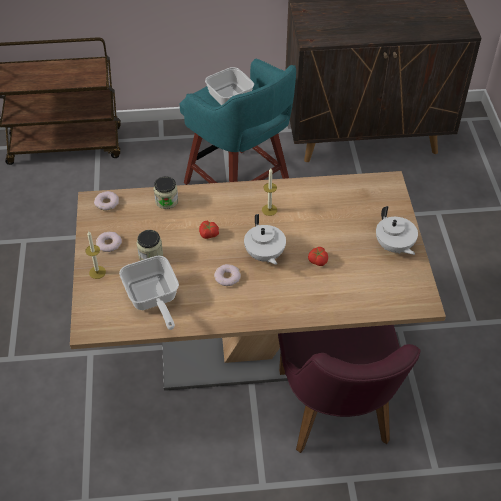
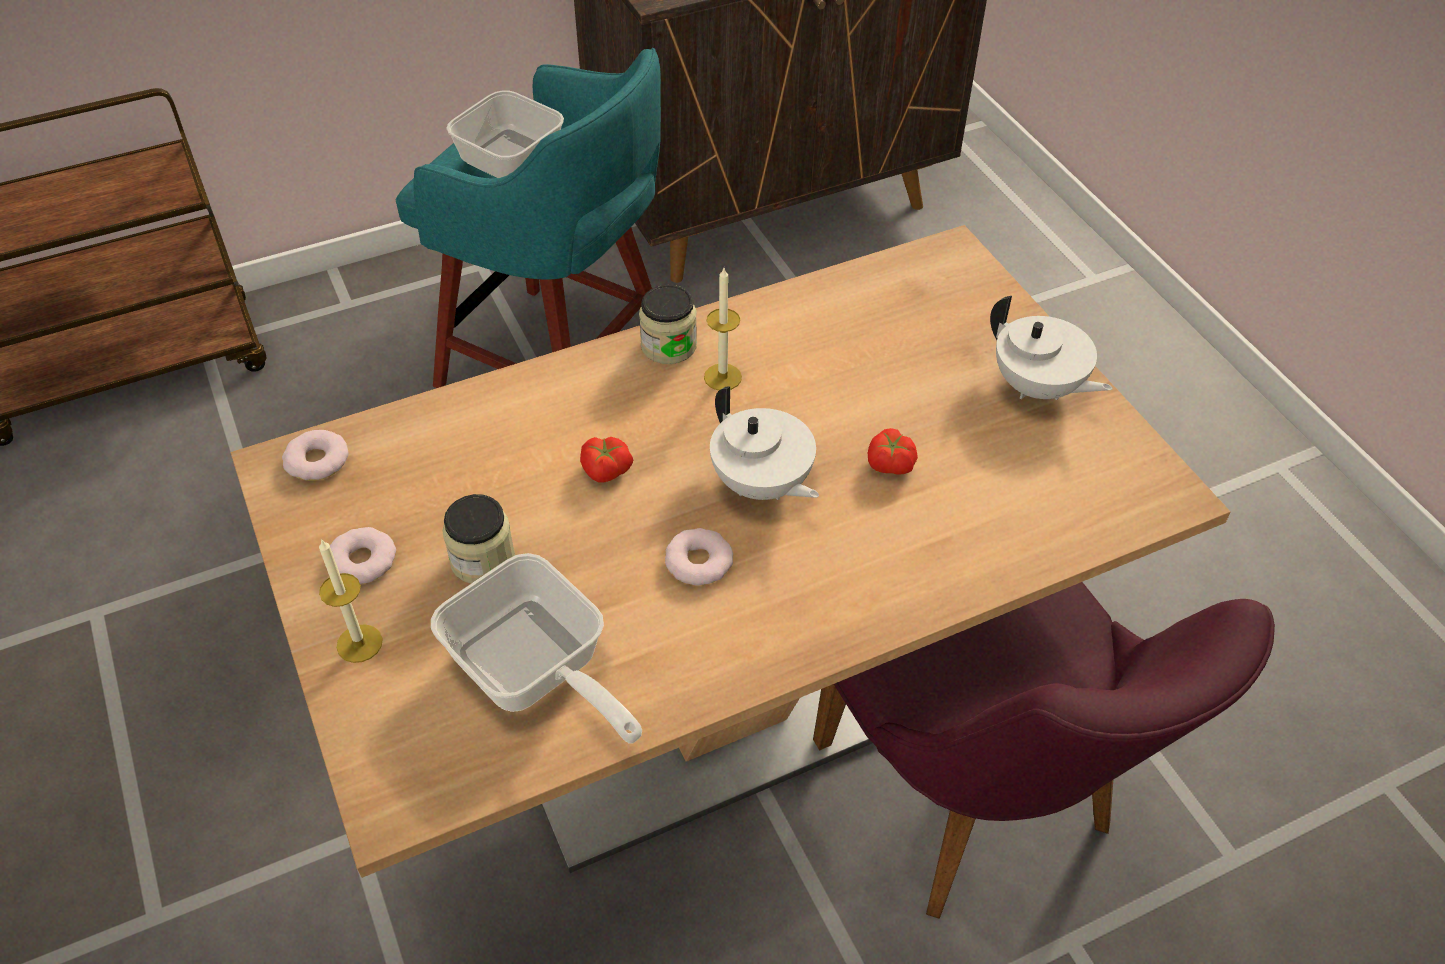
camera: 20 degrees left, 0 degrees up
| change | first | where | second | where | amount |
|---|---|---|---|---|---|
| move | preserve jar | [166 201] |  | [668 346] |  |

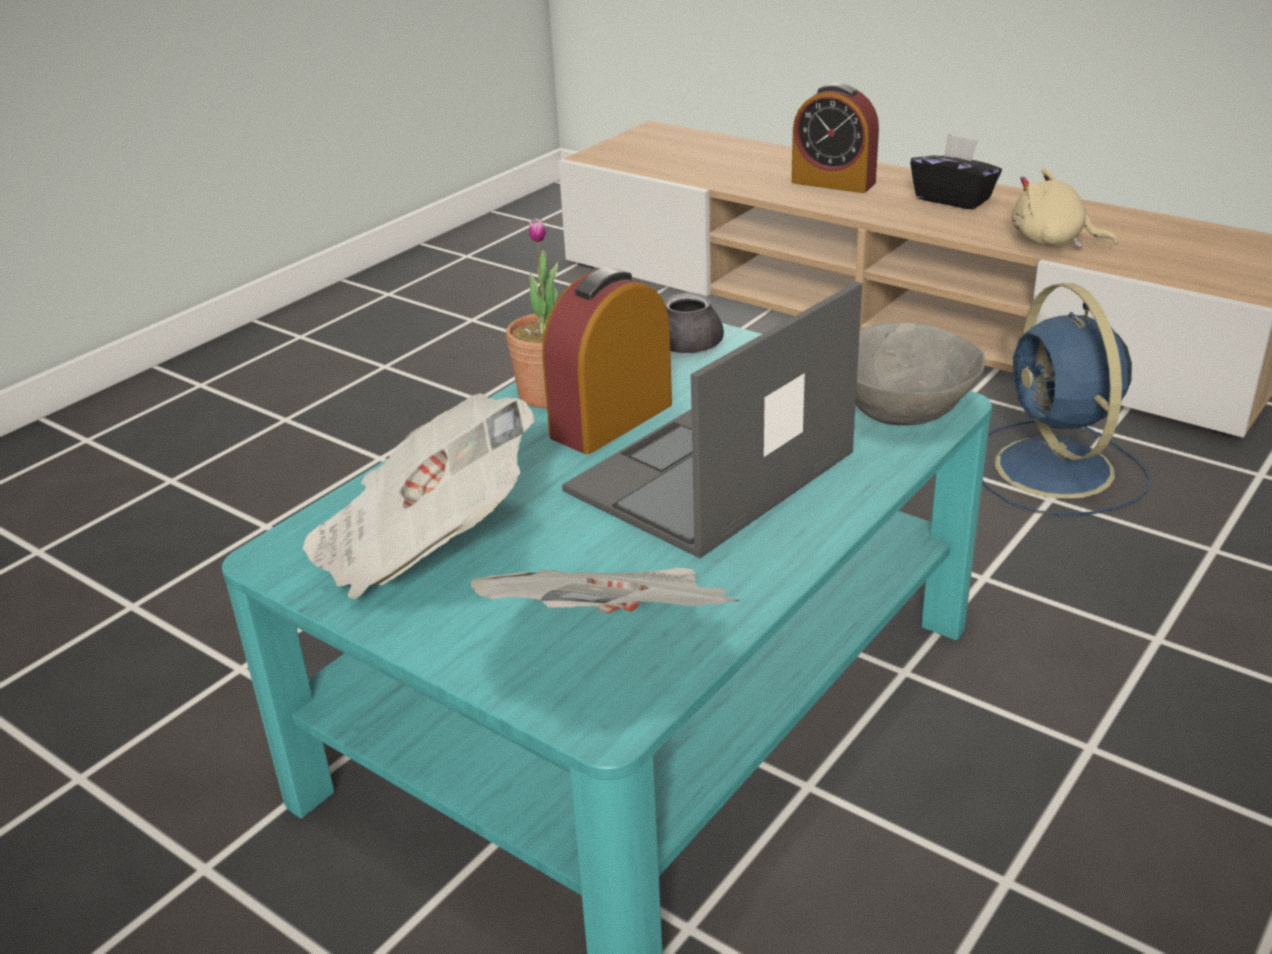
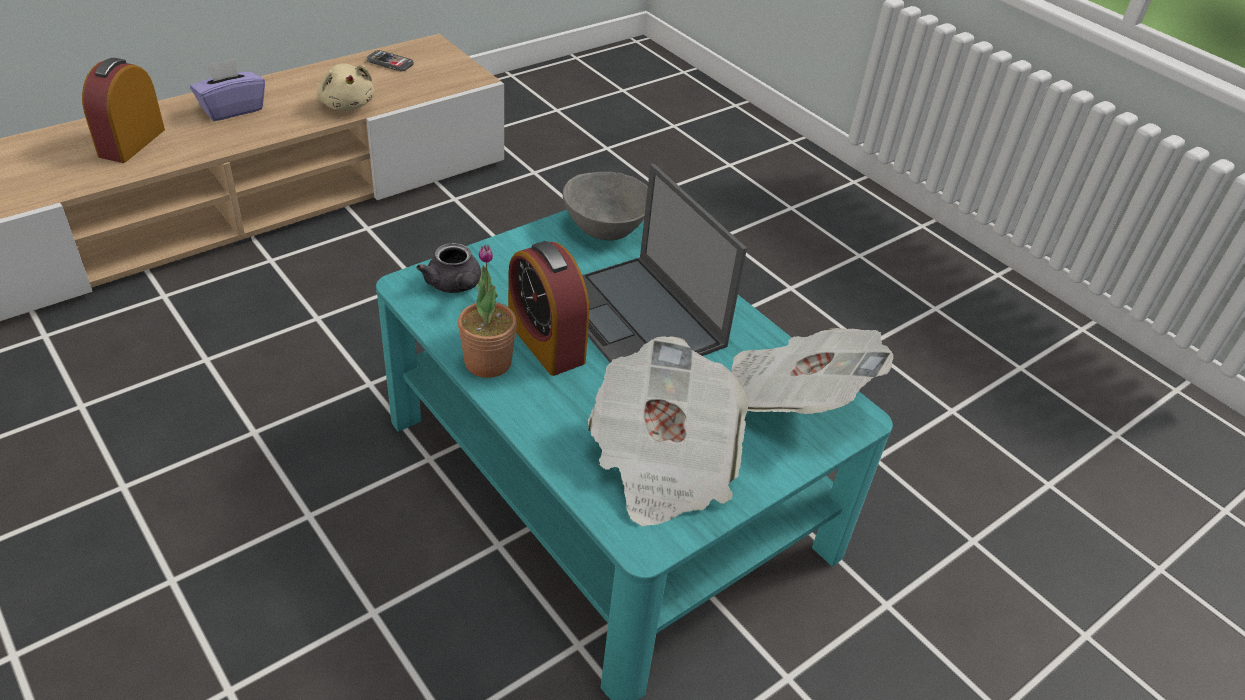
camera: 80 degrees left, 10 degrees up
| change | first | where | second | where | amount |
|---|---|---|---|---|---|
| rotate | alarm clock | [833 182] |  | [132 142] | 150 degrees clockwise |
| recolor | black-coloured tissue holder | [953 199] | purplish tissue holder | [232 109] |  |
| rotate | sand-coloured soft toy | [1052 242] |  | [347 104] | 75 degrees counterclockwise |
| insert |  |  | handset | [390 62] |  |
| delete | bluish electric fan | [1056 471] |  |  |  |

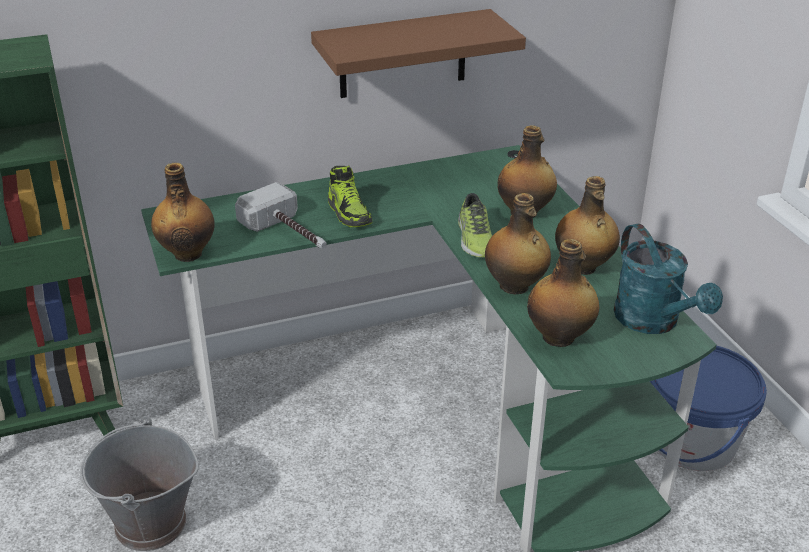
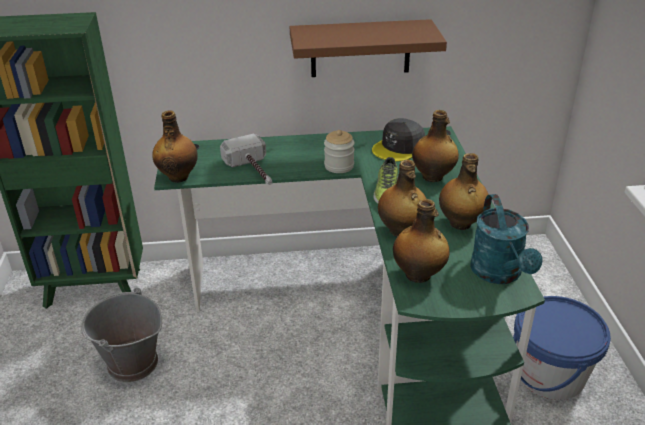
camera: 15 degrees right, 0 degrees up
| change | first | where | second | where | amount |
|---|---|---|---|---|---|
| insert |  |  | preserve jar | [339 166] |  |
| insert |  |  | gray peaked cap | [399 147] |  |
| delete | shoe | [349 213] |  |  |  |

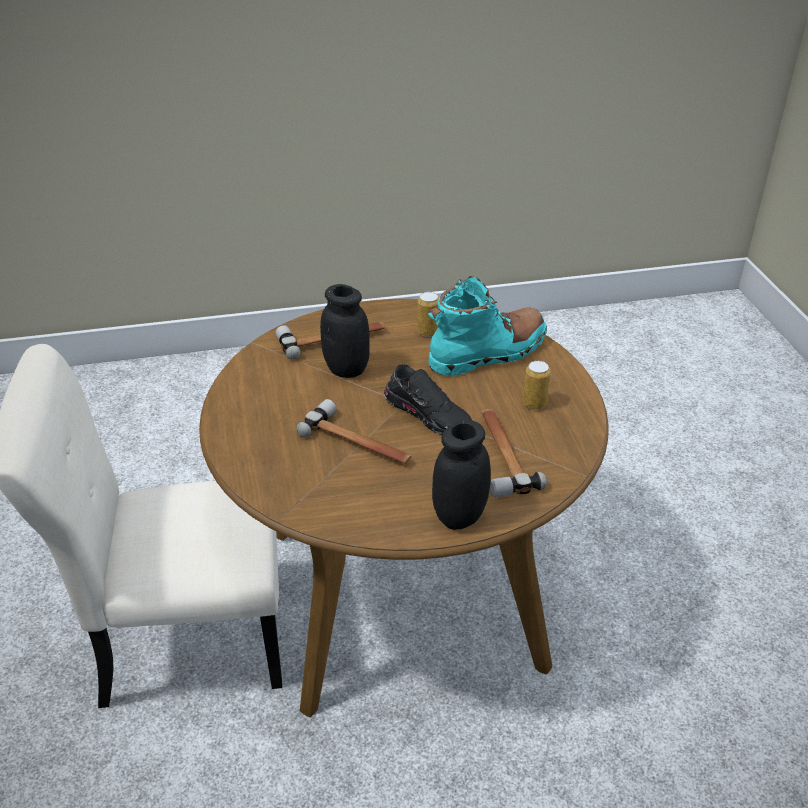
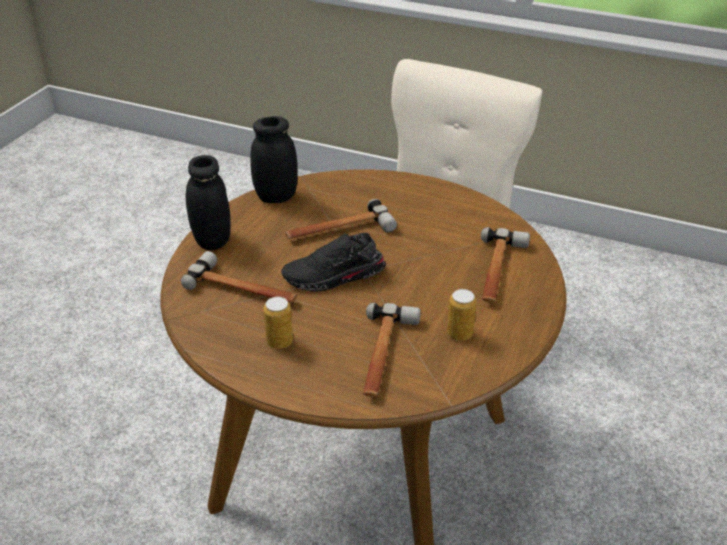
camera: 125 degrees right, 0 degrees up
| change | first | where | second | where | amount |
|---|---|---|---|---|---|
| move | black-coloured preserve jar | [346 369] |  | [276 196] |  |
| replace | blue-green boot | [488 353] | hammer | [384 355] |  |

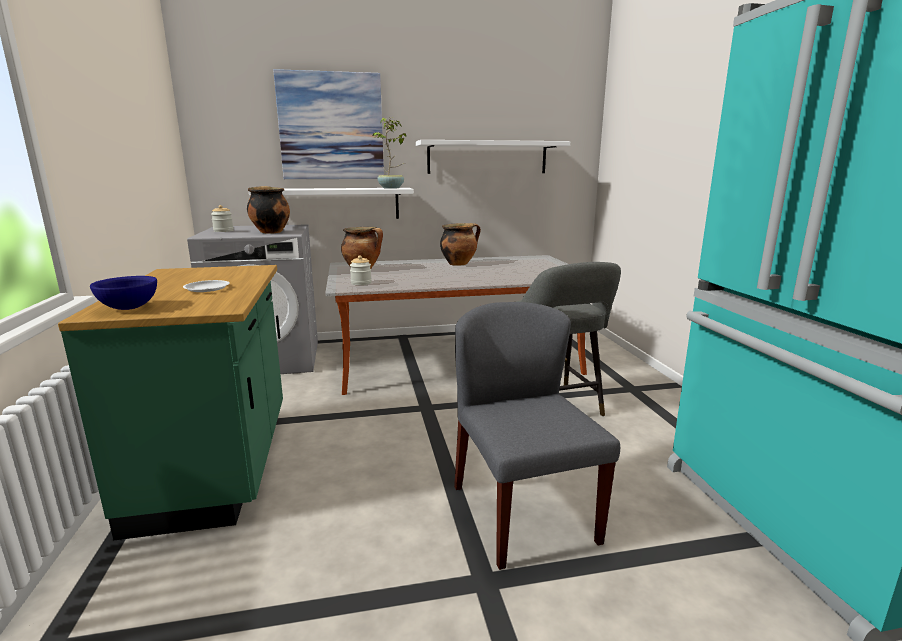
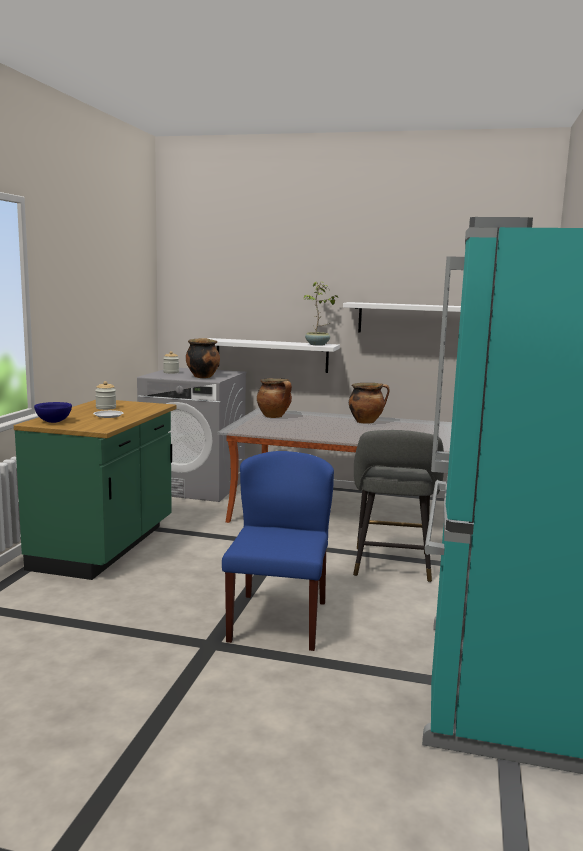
camera: 25 degrees right, 5 degrees down
| change | first | where | second | where | amount |
|---|---|---|---|---|---|
| move | preserve jar | [361 283] |  | [106 408] |  |
| recolor | gray plain chair | [522 512] | bluish plain chair | [278 620] |  |
| delete | wall art | [331 127] |  |  |  |

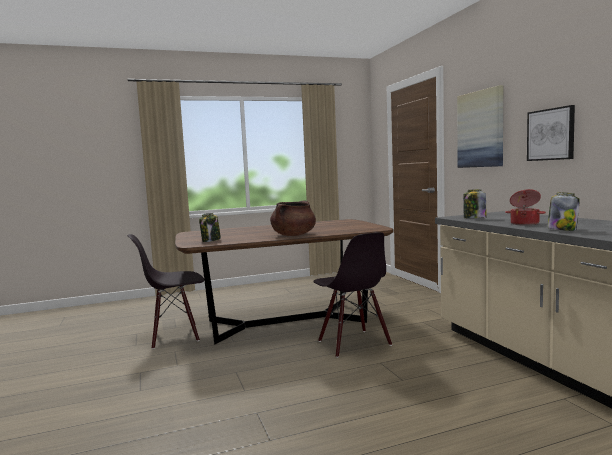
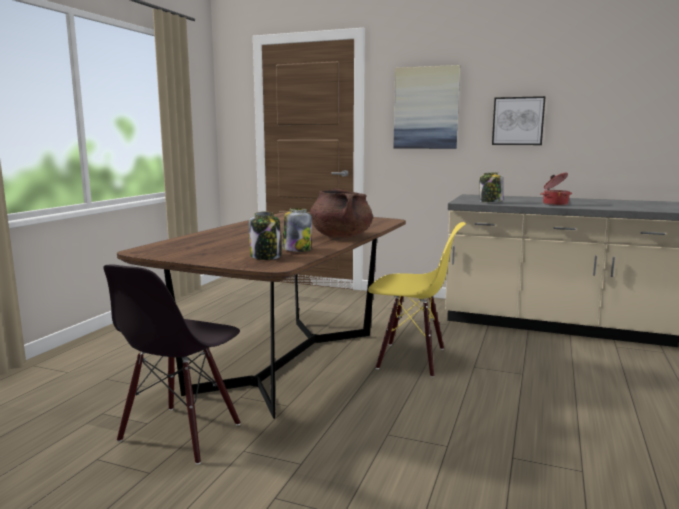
camera: 50 degrees left, 5 degrees up
| change | first | where | second | where | amount |
|---|---|---|---|---|---|
| move | preserve jar | [562 229] |  | [296 250] |  |
| recolor | black-coloured plain chair | [353 343] | yellow-coloured plain chair | [411 359] |  |

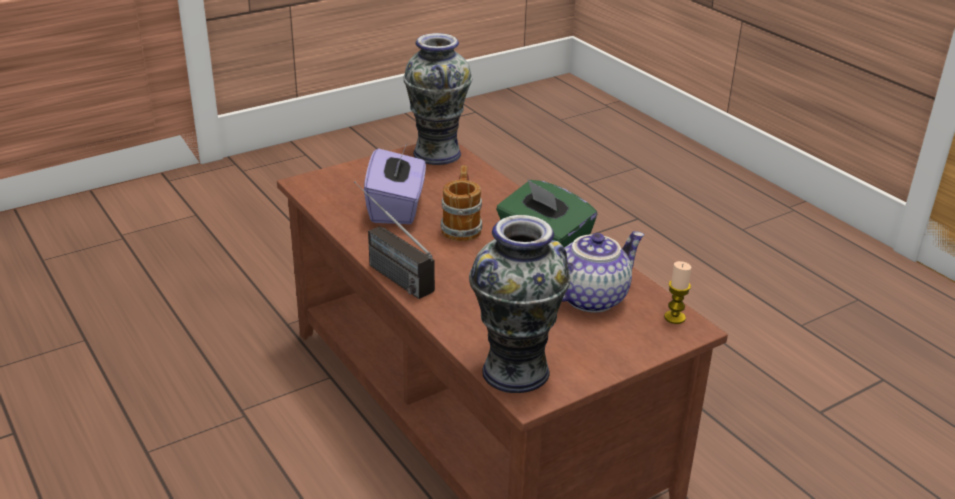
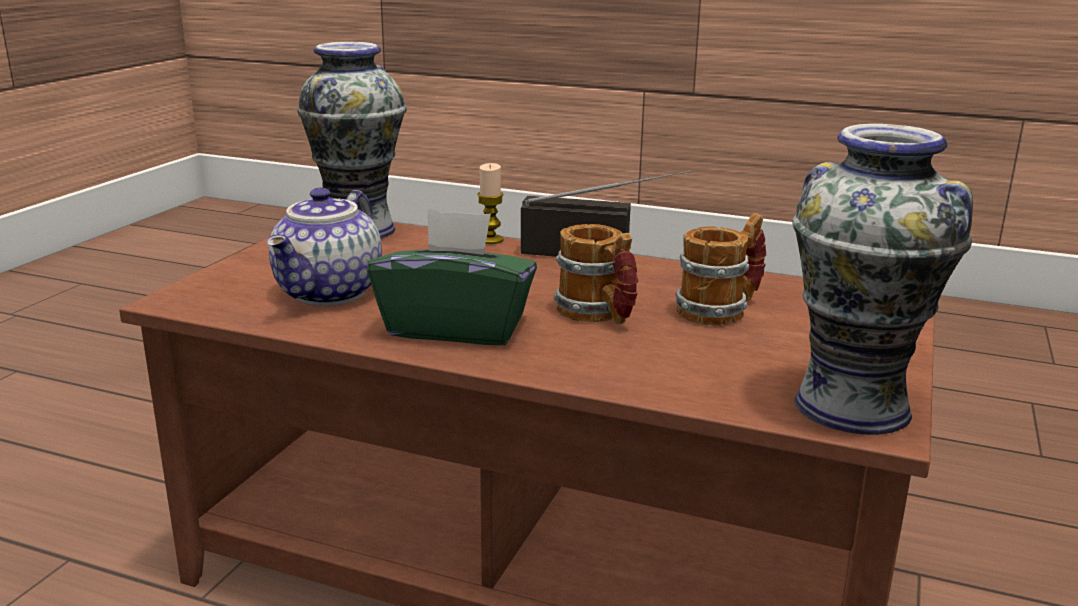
camera: 145 degrees right, 10 degrees down
| change | first | where | second | where | amount |
|---|---|---|---|---|---|
| move | wax candle | [674 317] |  | [490 240] |  |
| replace | purplish tissue holder | [397 208] | tea mug | [721 310] |  |

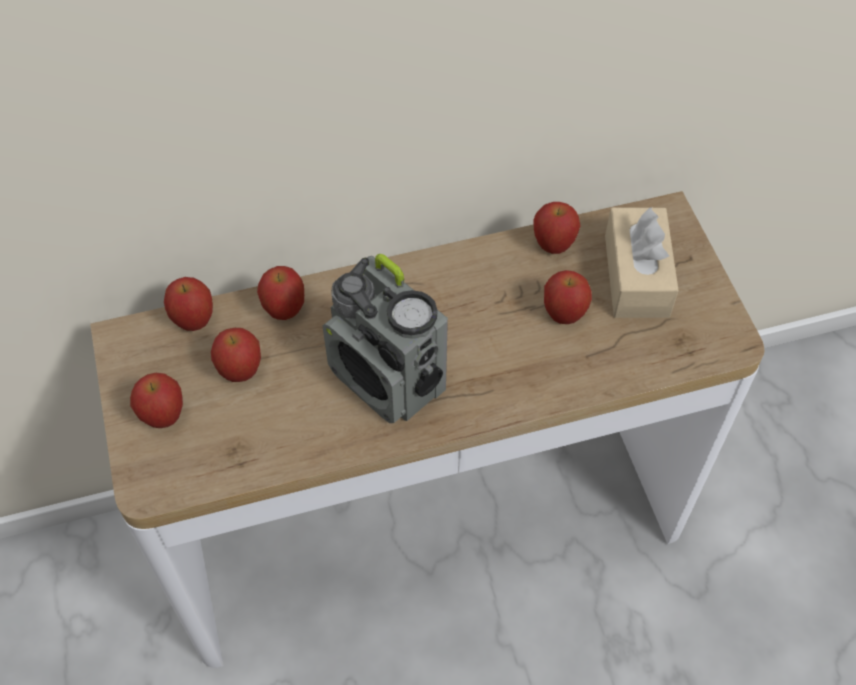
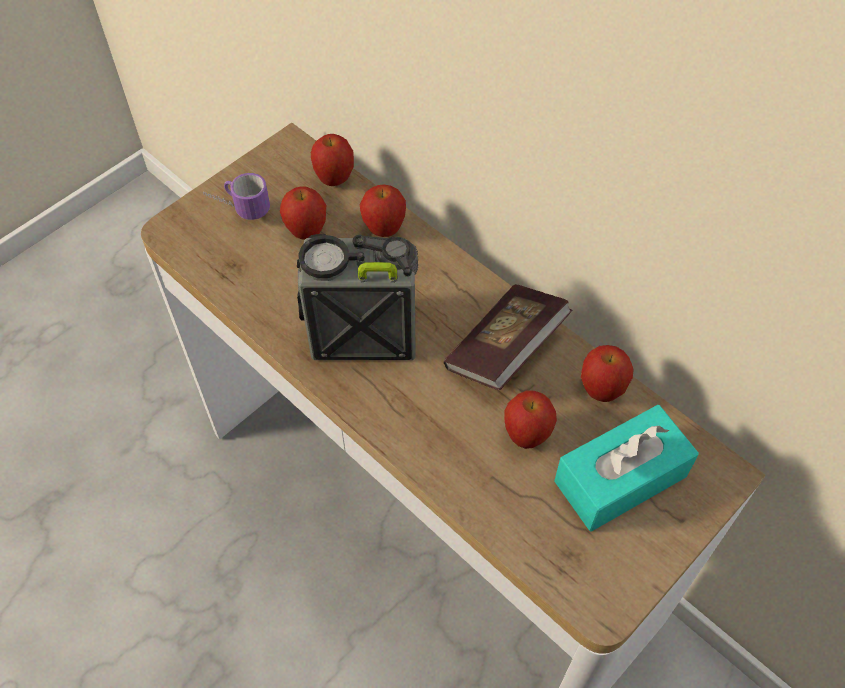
camera: 60 degrees right, 0 degrees up
| change | first | where | second | where | amount |
|---|---|---|---|---|---|
| replace | whole apple | [164 417] | tea mug | [236 207] |  |
| rotate | radio receiver | [388 380] |  | [362 333] | 75 degrees clockwise |
| insert |  |  | book | [505 350] |  |
| recolor | sand-coloured tissue holder | [636 276] | blue-green tissue holder | [620 478] |  |

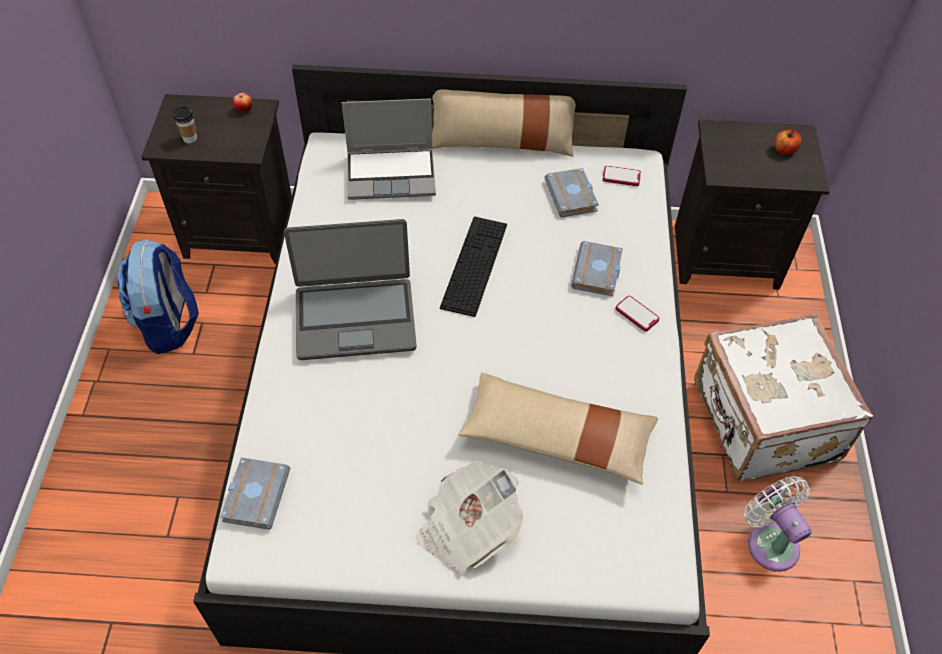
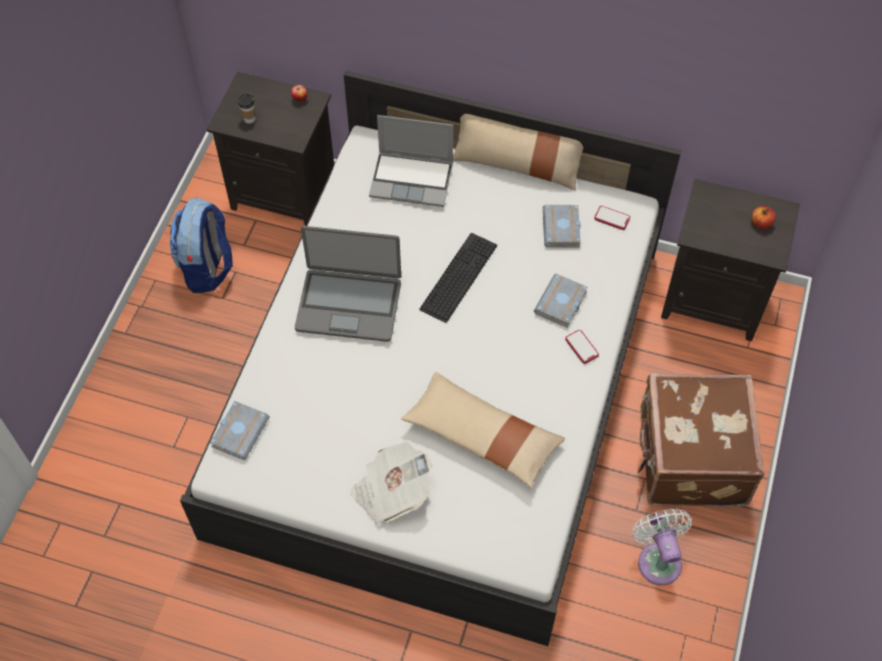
camera: 15 degrees right, 5 degrees up
| change | first | where | second | where | amount |
|---|---|---|---|---|---|
| recolor | whitish suitcase | [762 422] | brownish suitcase | [689 458] |  |

